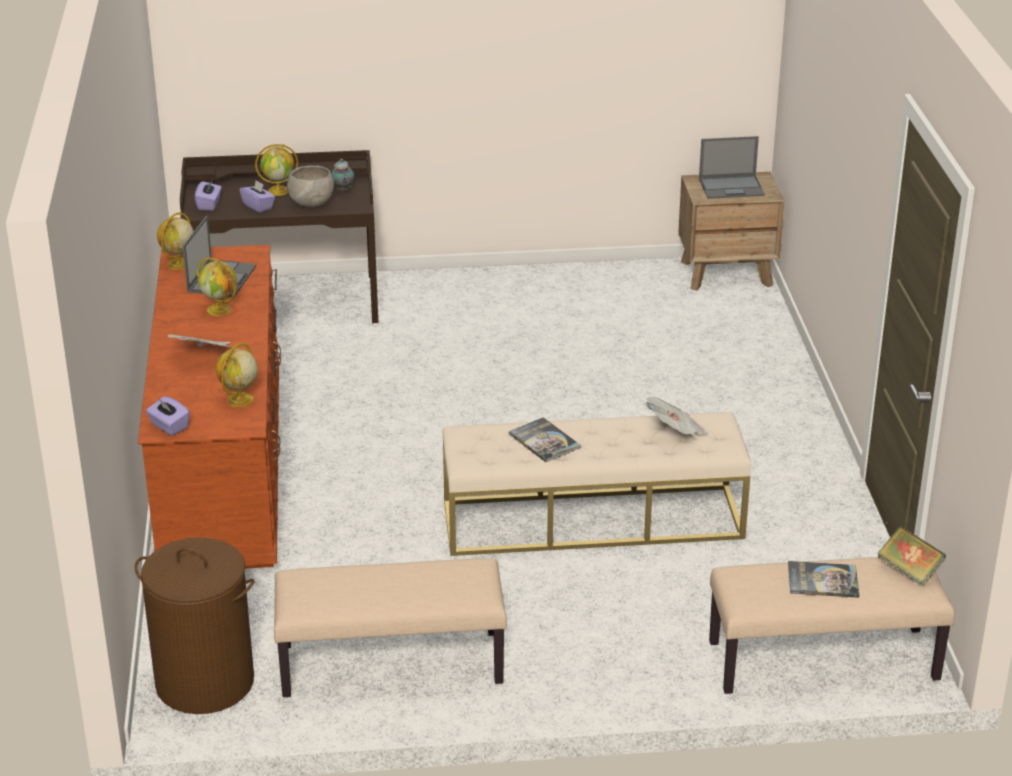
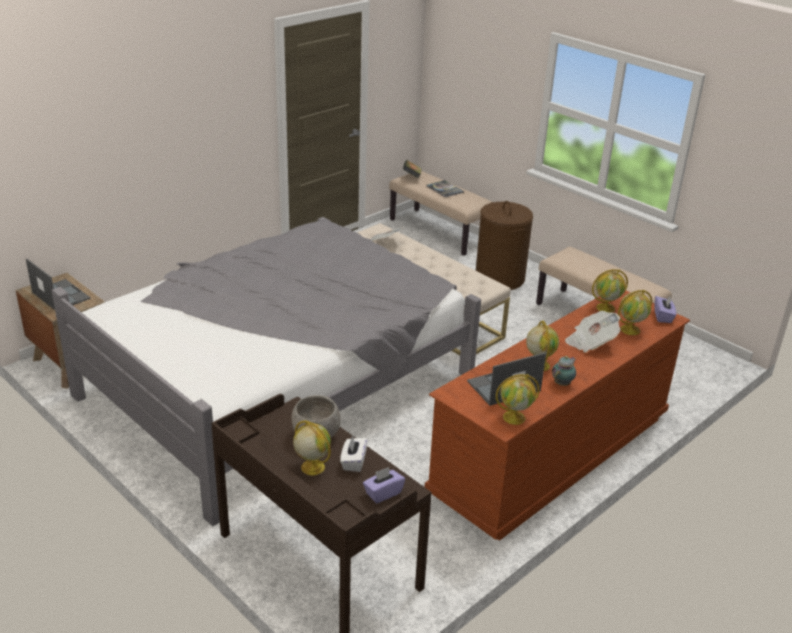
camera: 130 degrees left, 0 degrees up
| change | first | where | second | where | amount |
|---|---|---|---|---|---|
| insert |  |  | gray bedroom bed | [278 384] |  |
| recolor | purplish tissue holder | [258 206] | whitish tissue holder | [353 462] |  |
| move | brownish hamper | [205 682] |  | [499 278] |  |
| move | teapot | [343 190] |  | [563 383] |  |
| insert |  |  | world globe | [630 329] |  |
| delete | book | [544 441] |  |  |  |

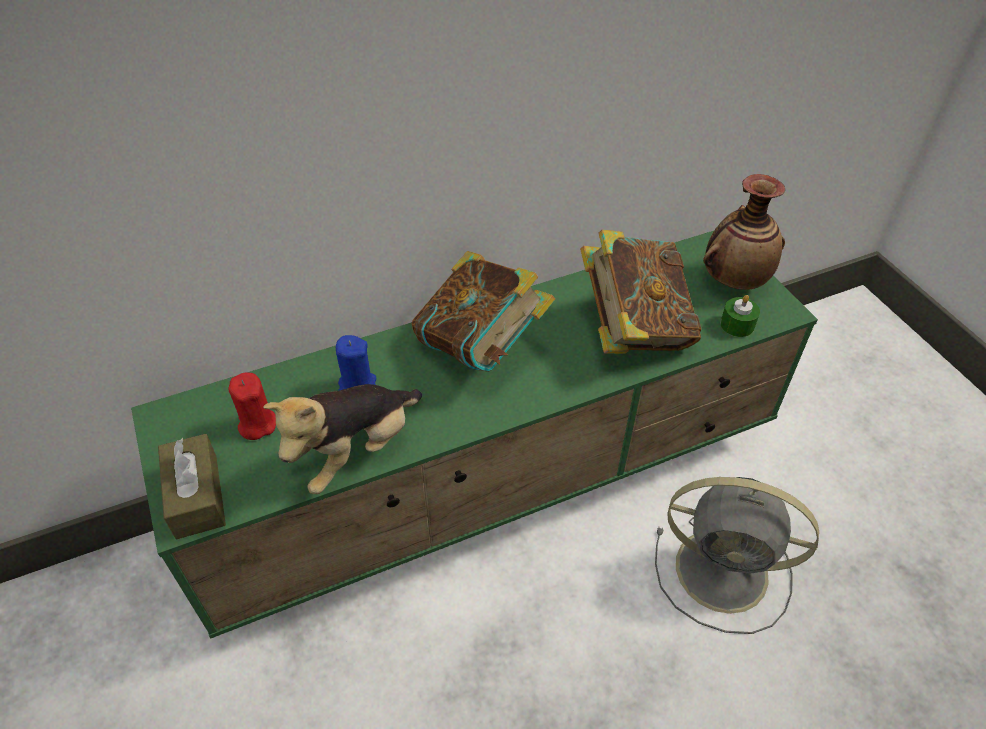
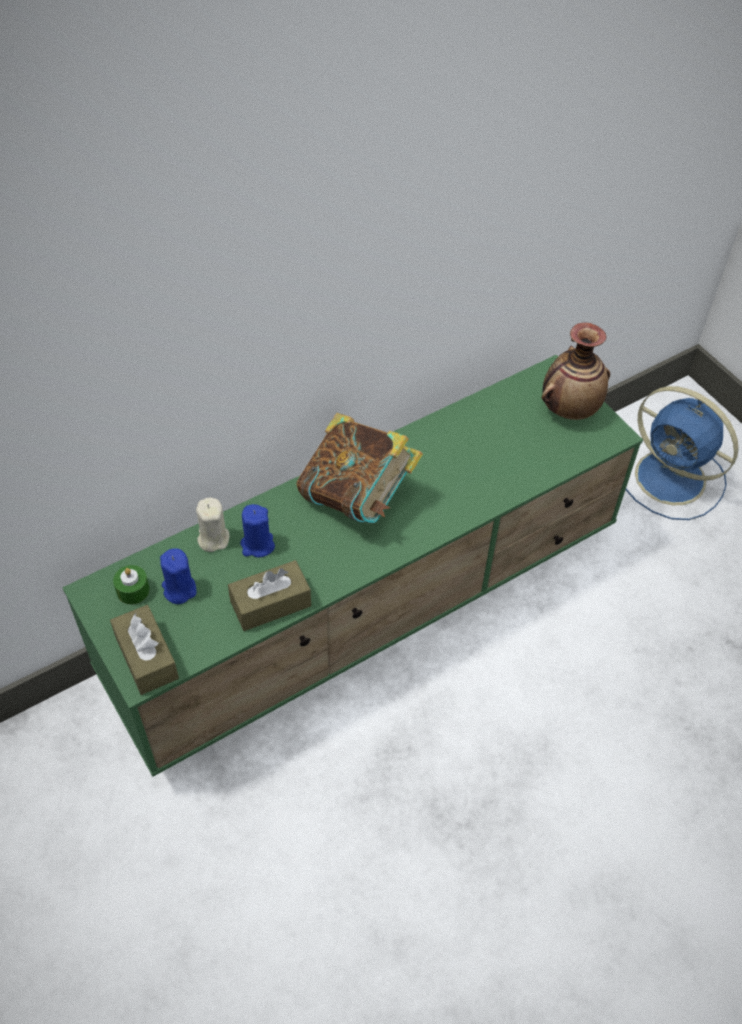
camera: 10 degrees left, 5 degrees up
| change | first | where | second | where | amount |
|---|---|---|---|---|---|
| move | greenish wax candle | [737 324] |  | [133 590] |  |
| recolor | red-coloured wax candle | [257 424] | bluish wax candle | [179 589] |  |
| insert |  |  | sand-coloured wax candle | [213 538] |  |
| replace | soft toy | [355 452] | brownish tissue holder | [270 604] |  |
| insert |  |  | bluish electric fan | [673 479] |  |
| delete | book | [633 328] |  |  |  |
| delete | gray electric fan | [726 571] |  |  |  |

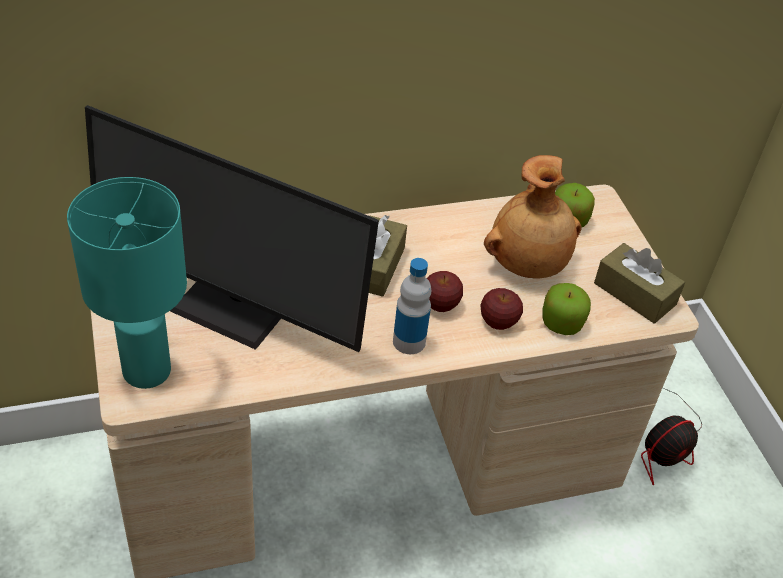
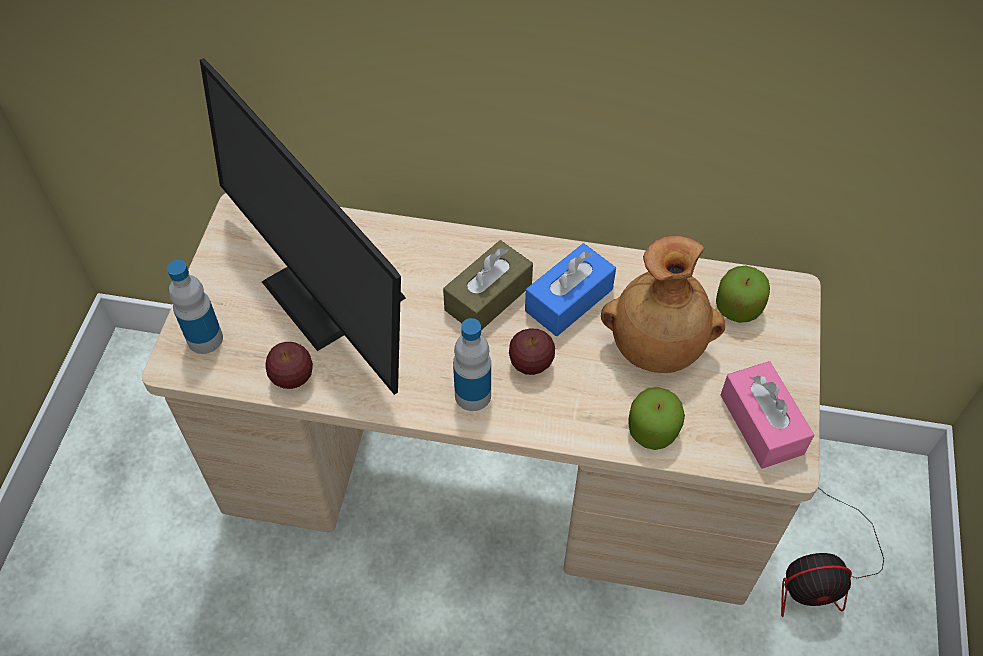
camera: 30 degrees right, 10 degrees up
| change | first | where | second | where | amount |
|---|---|---|---|---|---|
| replace | blue-green table lamp | [145 371] | drink bottle | [205 339] |  |
| move | whole apple | [498 322] |  | [292 377] |  |
| insert |  |  | bluish tissue holder | [569 300] |  |
| recolor | brownish tissue holder | [634 294] | pink-coloured tissue holder | [761 424] |  |

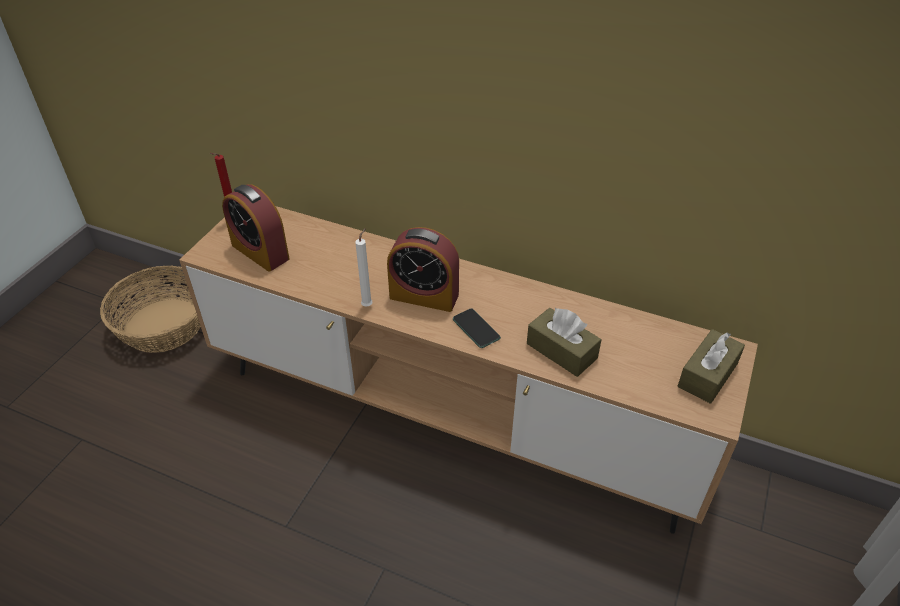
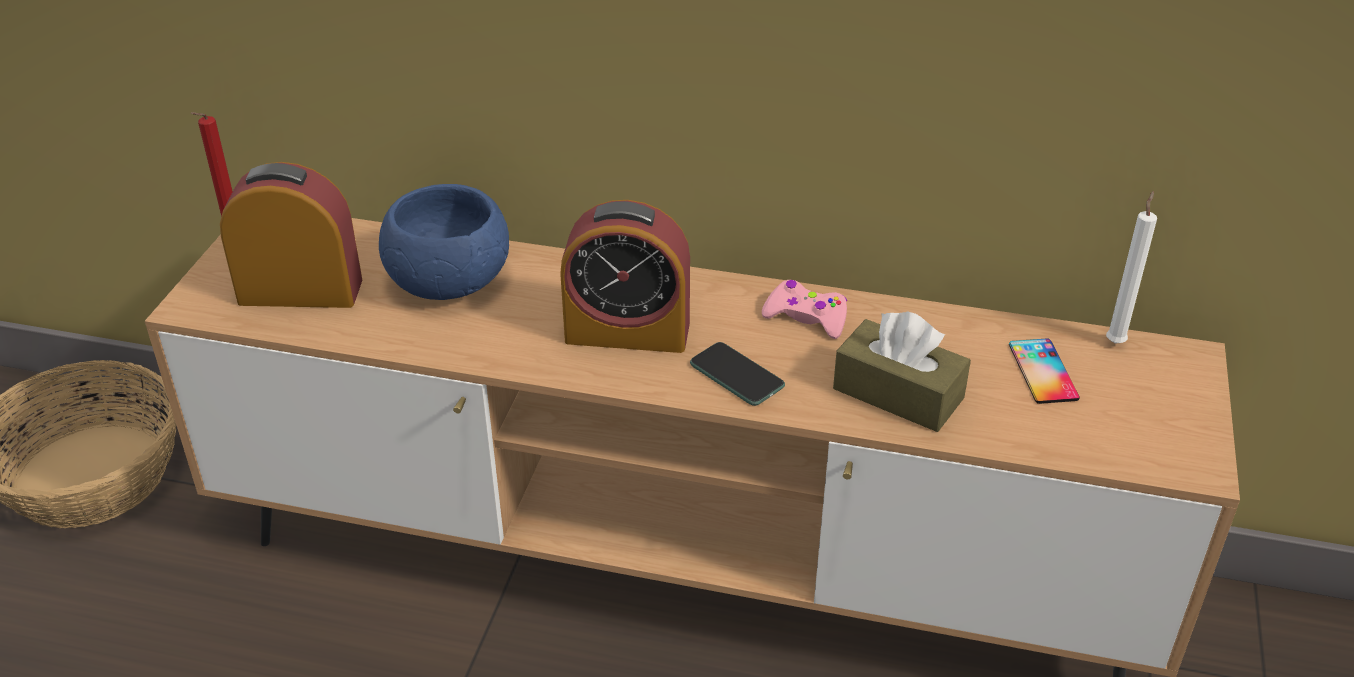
camera: 10 degrees left, 5 degrees down
| change | first | where | second | where | amount |
|---|---|---|---|---|---|
| rotate | alarm clock | [260 252] |  | [300 291] | 150 degrees clockwise |
| insert |  |  | bluish deep dish | [449 282] |  |
| insert |  |  | pink-coloured game controller | [806 317] |  |
| insert |  |  | handset | [1043 371] |  |
| move | whitish wax candle | [368 305] |  | [1115 341] |  |
| delete | brownish tissue holder | [707 375] |  |  |  |

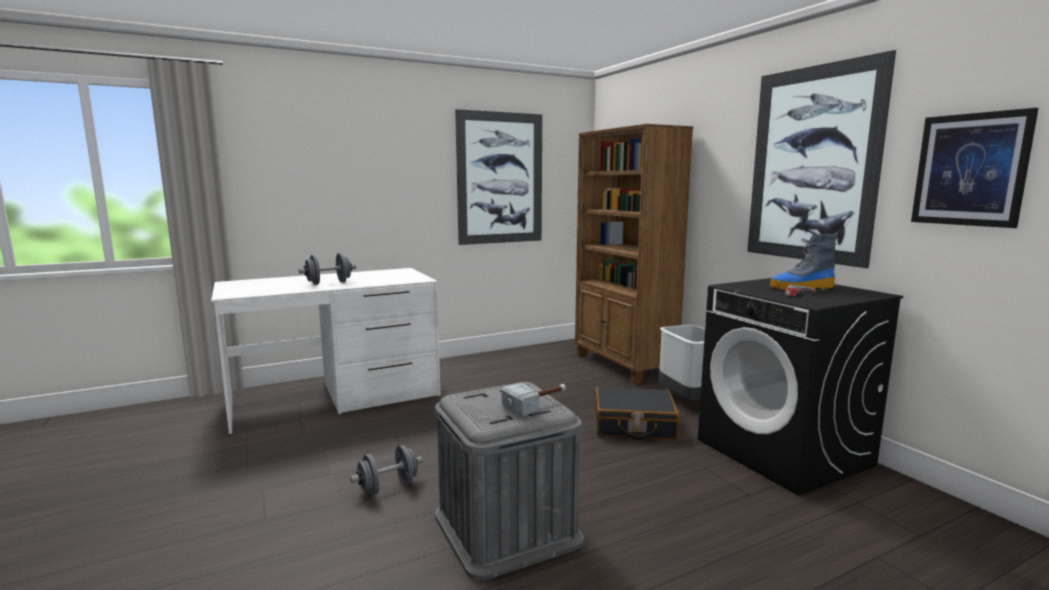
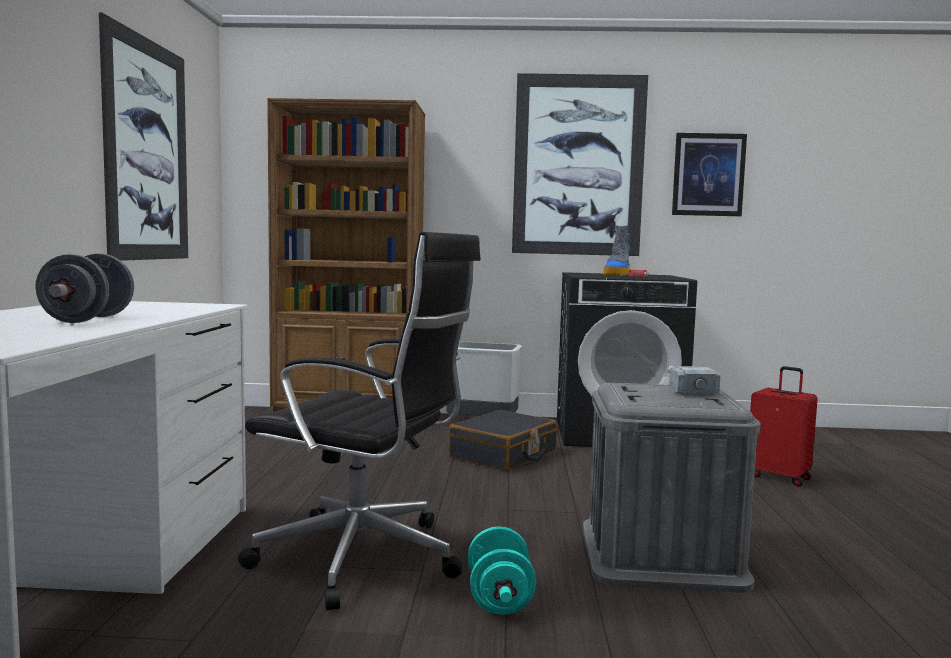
camera: 60 degrees left, 5 degrees down
| change | first | where | second | where | amount |
|---|---|---|---|---|---|
| insert |  |  | black-coloured computer chair | [364 559] |  |
| recolor | gray hand weight | [388 487] | blue-green hand weight | [499 598] |  |
| insert |  |  | red-coloured suitcase | [779 477] |  |

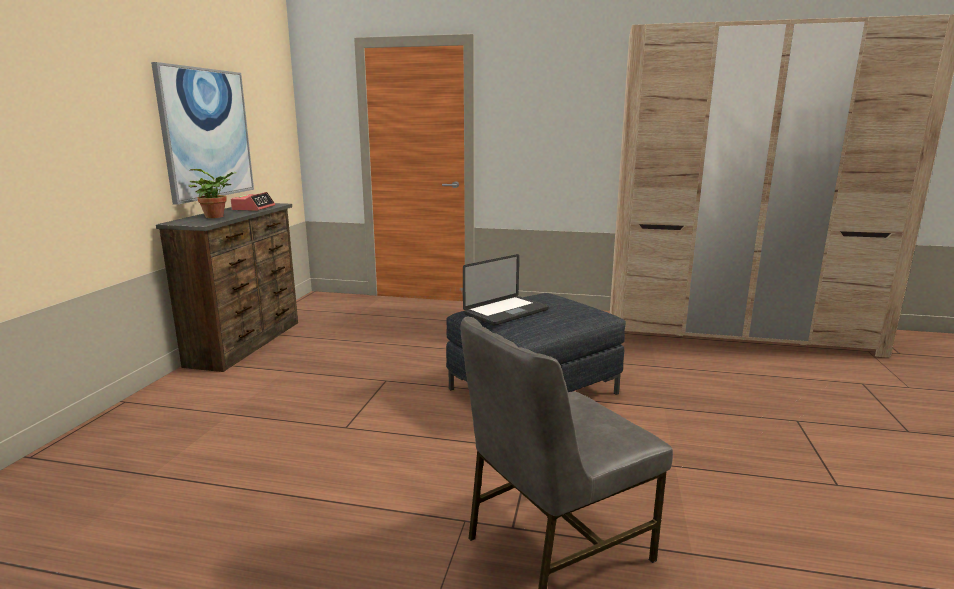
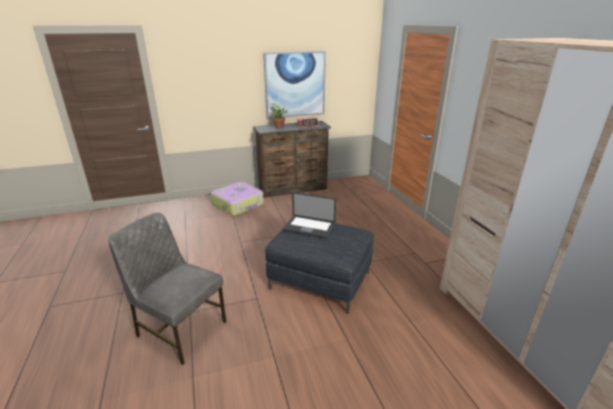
camera: 60 degrees right, 10 degrees up
| change | first | where | second | where | amount |
|---|---|---|---|---|---|
| insert |  |  | suitcase | [238 204] |  |

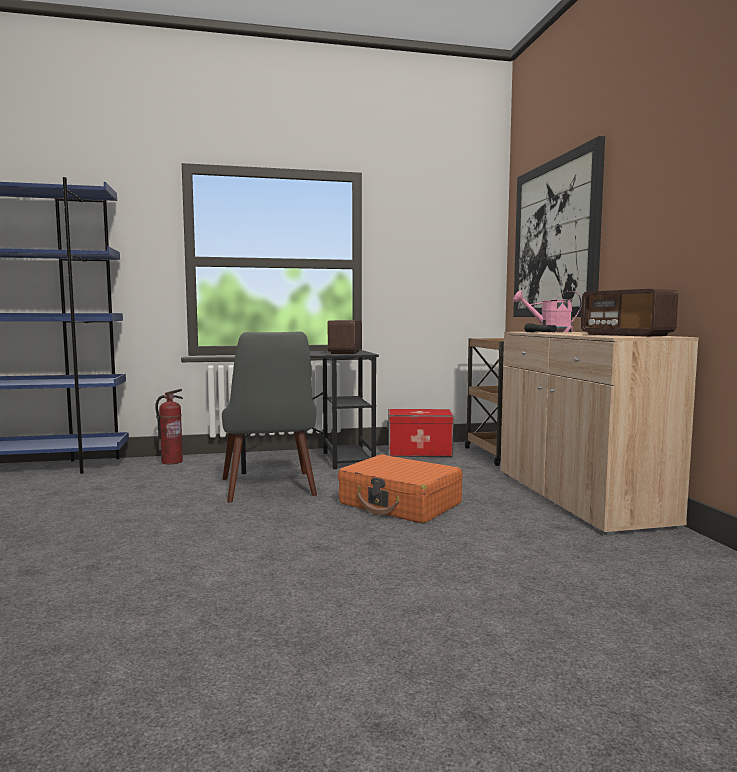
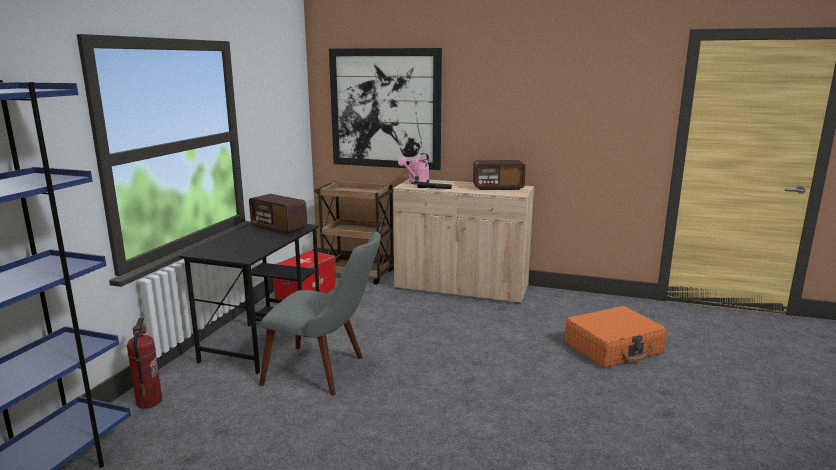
camera: 60 degrees left, 10 degrees up
| change | first | where | second | where | amount |
|---|---|---|---|---|---|
| move | orange suitcase | [400 504] |  | [613 348] |  |

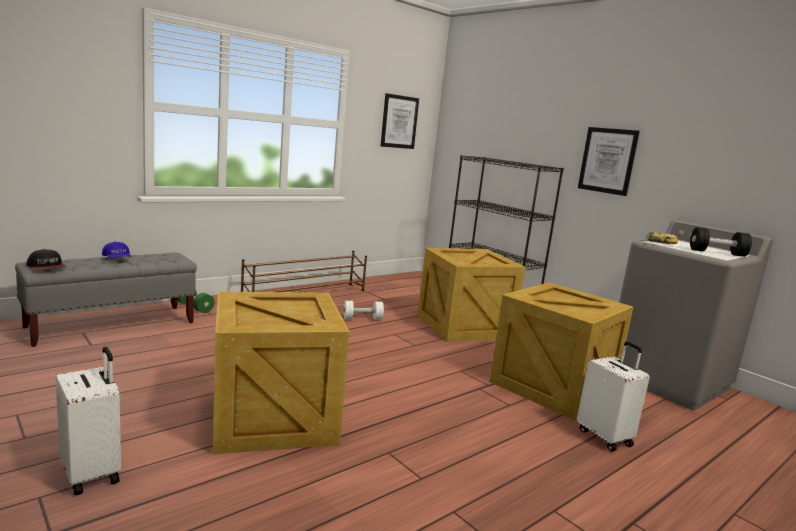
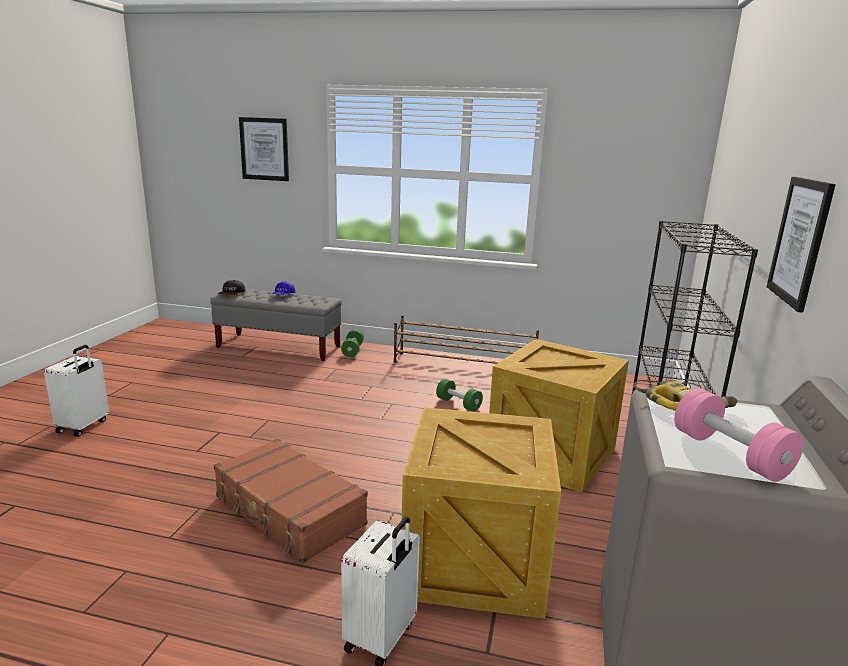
camera: 55 degrees right, 5 degrees up
| change | first | where | second | where | amount |
|---|---|---|---|---|---|
| insert |  |  | brownish suitcase | [289 511] |  |
| move | wall art | [399 122] |  | [264 149] |  |
| recolor | whitish hand weight | [362 318] | greenish hand weight | [458 404] |  |
| recolor | black-coloured hand weight | [717 253] | pink-coloured hand weight | [729 454] |  |
| delete | crate | [271 416] |  |  |  |

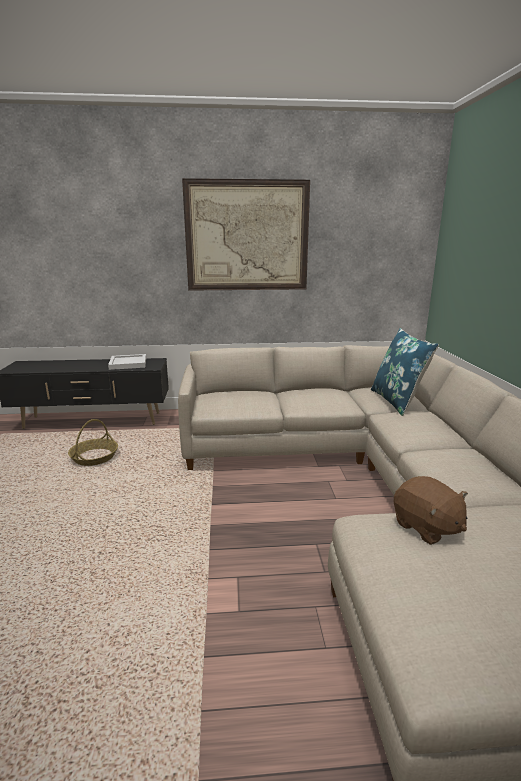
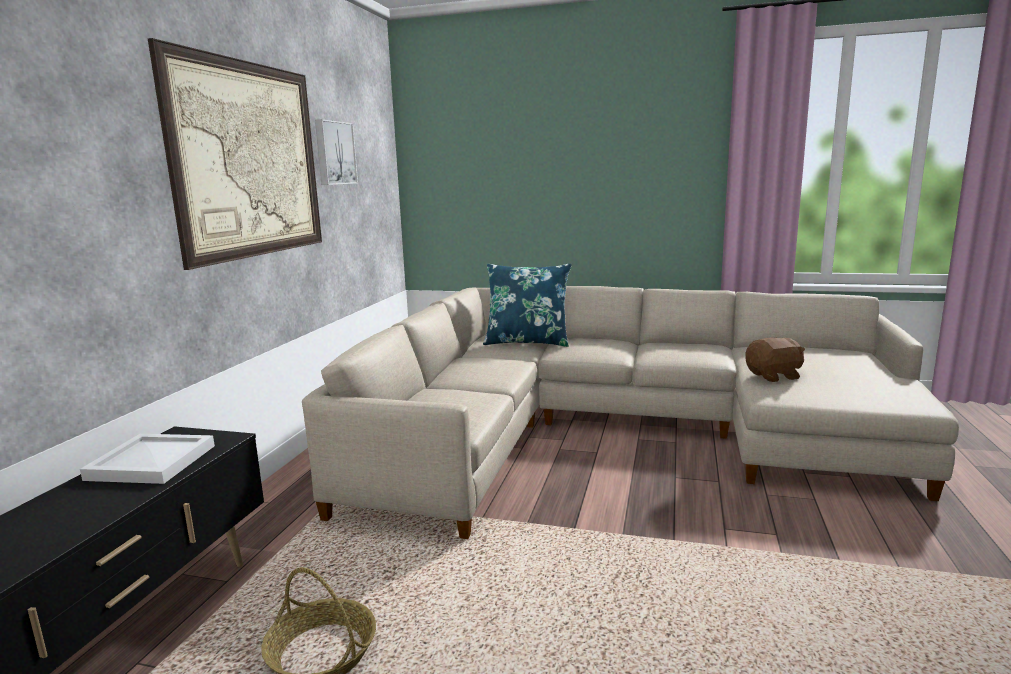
camera: 70 degrees left, 5 degrees down
| change | first | where | second | where | amount |
|---|---|---|---|---|---|
| insert |  |  | wall art | [334 153] |  |

